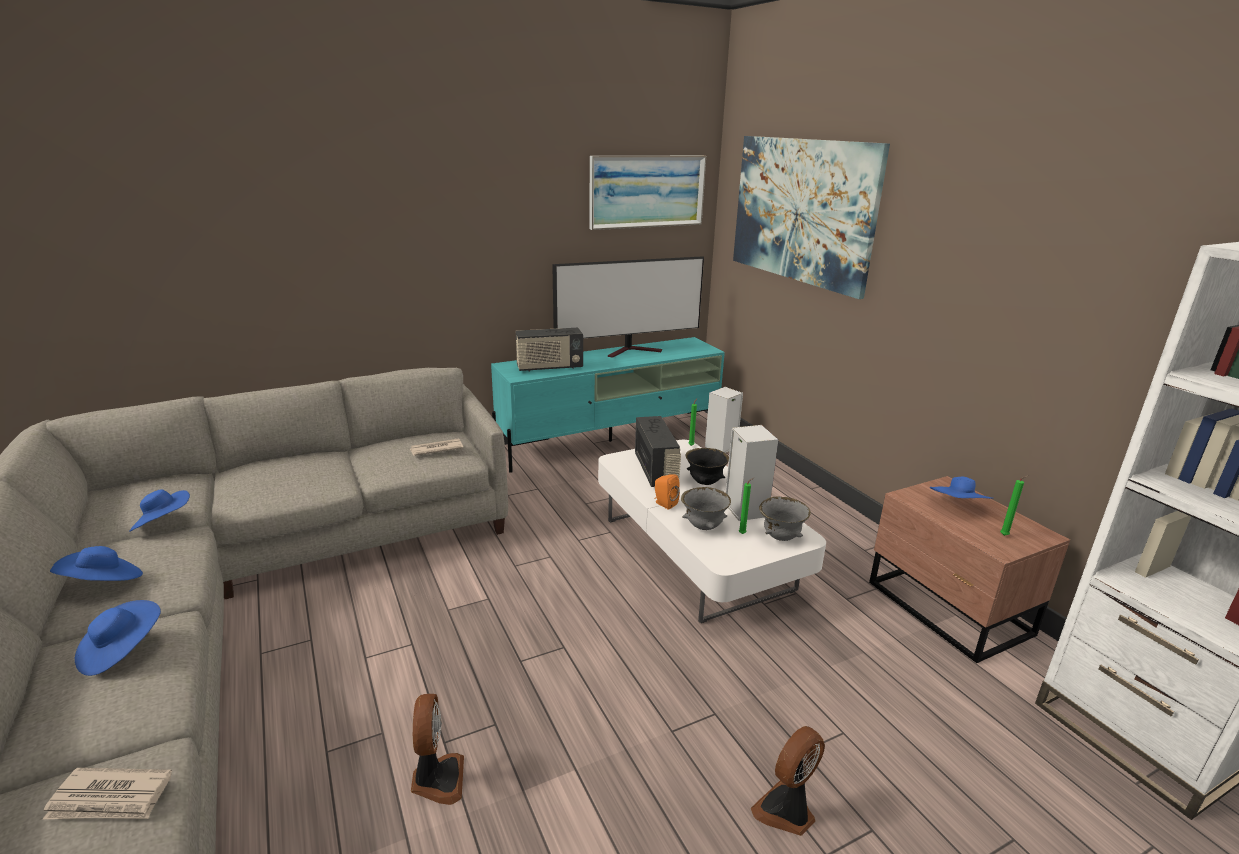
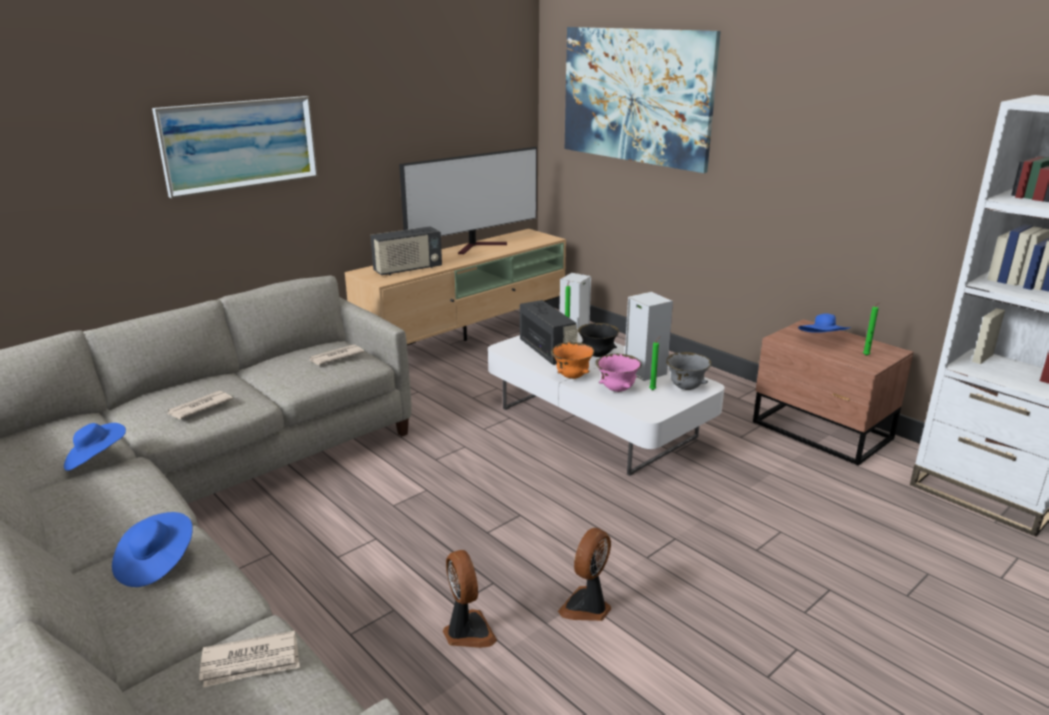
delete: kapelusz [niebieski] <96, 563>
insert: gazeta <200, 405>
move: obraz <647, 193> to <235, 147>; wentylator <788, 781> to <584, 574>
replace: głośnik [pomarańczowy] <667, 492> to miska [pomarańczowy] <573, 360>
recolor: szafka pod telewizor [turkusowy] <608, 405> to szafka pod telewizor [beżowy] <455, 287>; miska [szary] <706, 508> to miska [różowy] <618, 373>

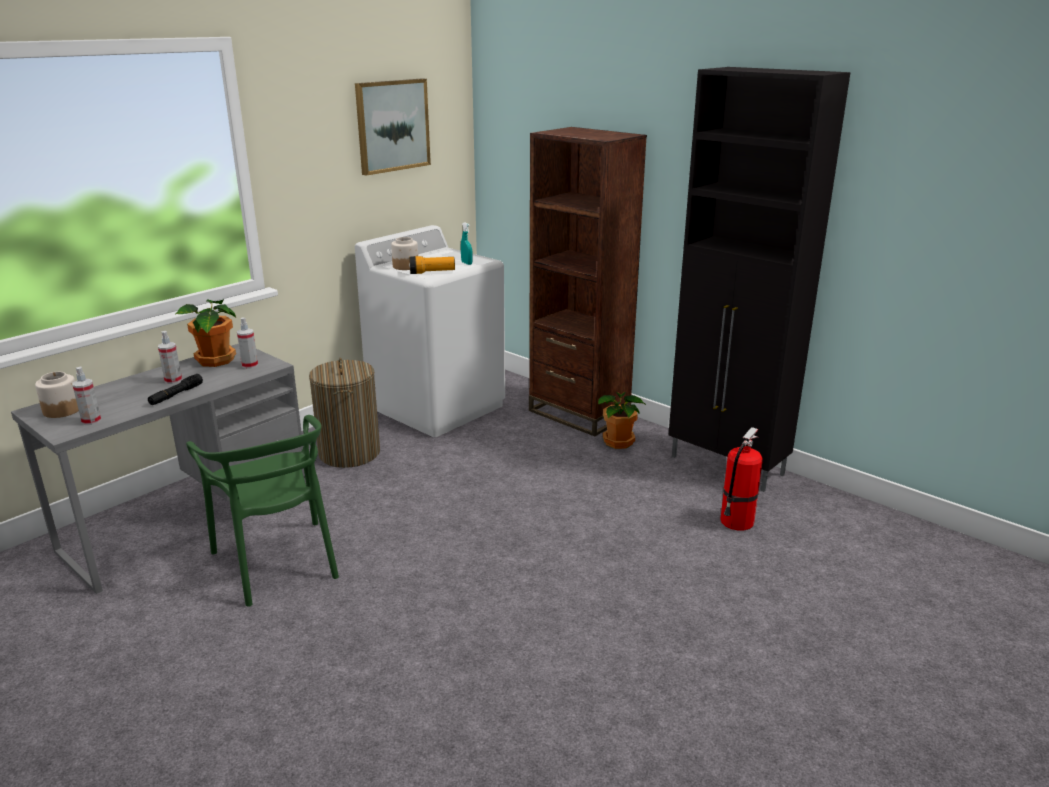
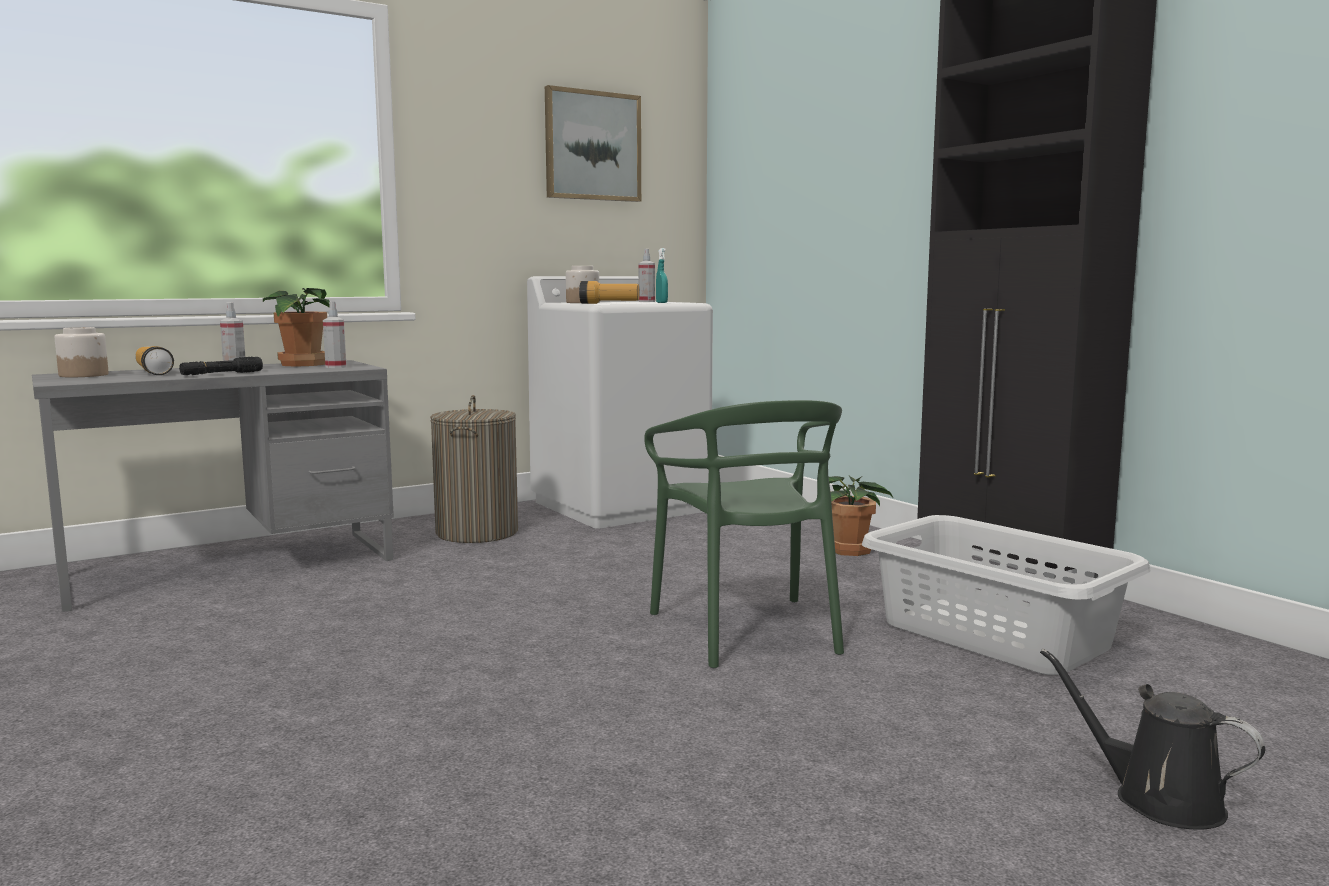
delete: regał [brązowy] <588, 282>
insert: latarka <155, 360>; konewka [czarny] <1152, 739>
move: spryskiwacz <86, 395> to <647, 275>; krzesło [zielony] <262, 511> to <744, 534>
replace: gaśnica <741, 478> to kosz na pranie [szary] <1006, 595>

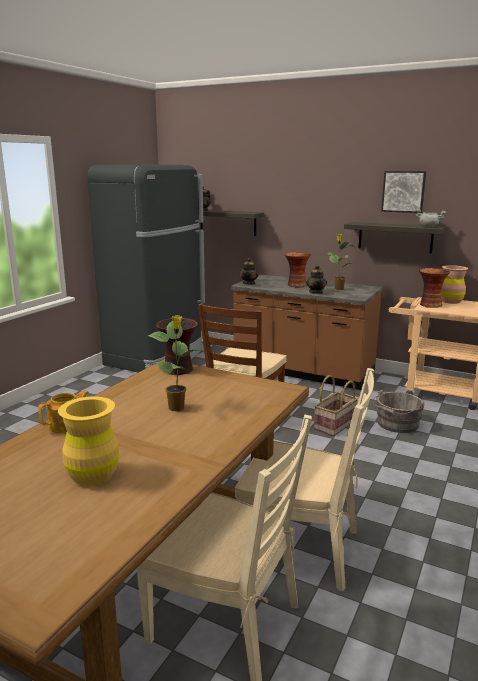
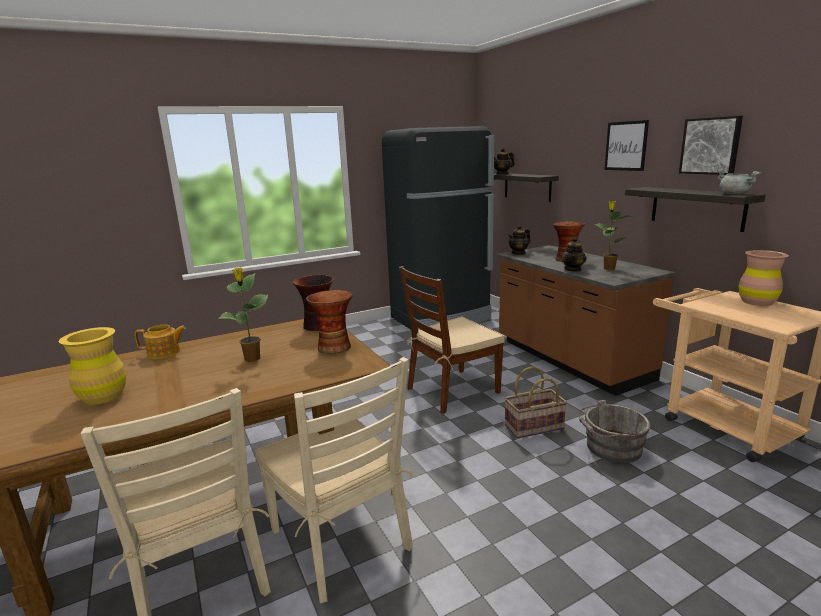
insert: obraz <626, 145>
move: wazon <434, 288> to <329, 322>

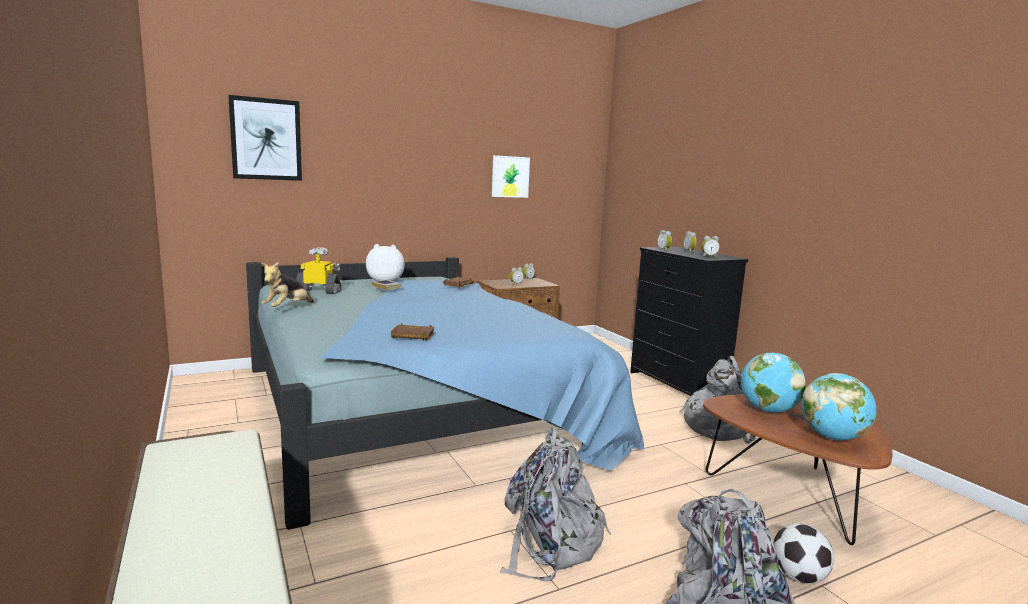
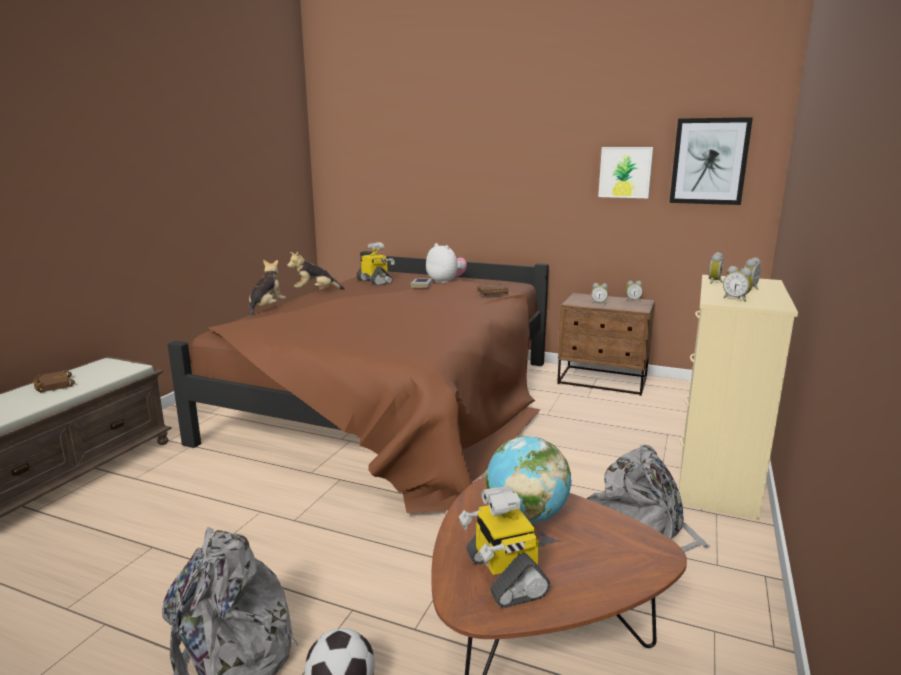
delete: plecak [szary] <555, 504>
insert: pluszak <267, 288>
move: obraz <265, 138> to <711, 161>; książka [brązowy] <413, 332> to <54, 381>
replace: globus <839, 407> to robot zabawkowy <504, 547>
recolor: łóżko [niebieski] <445, 393> to łóżko [brązowy] <358, 382>; komoda [czarny] <689, 321> to komoda [beżowy] <738, 397>

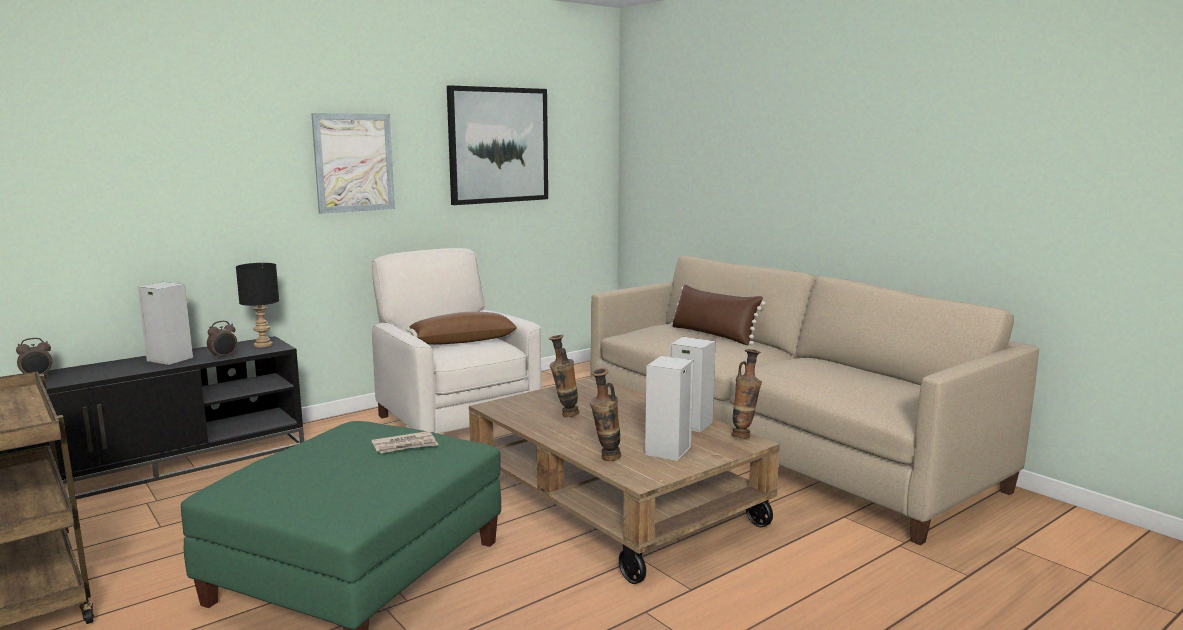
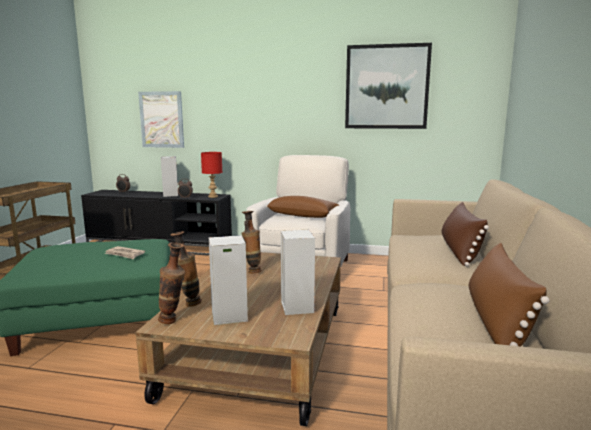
insert: poduszka [brązowy] <509, 294>
move: obraz <353, 163> to <161, 119>; wazon <746, 393> to <171, 283>
recolor: lampa stołowa [czarny] <257, 305> to lampa stołowa [czerwony] <211, 175>

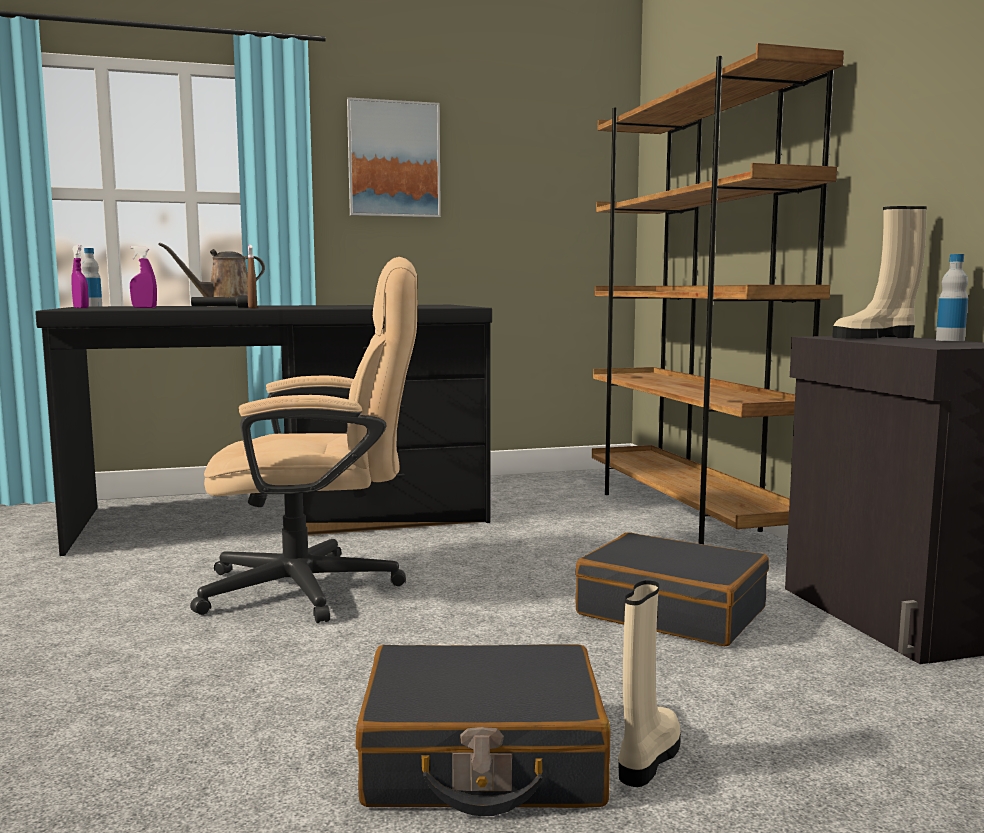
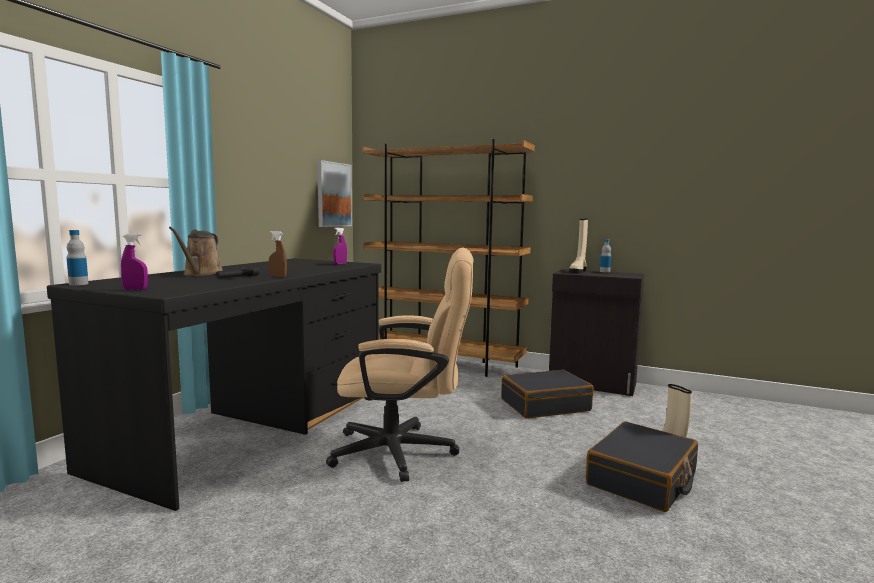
move: spryskiwacz [fioletowy] <143, 277> to <340, 246>; obraz <394, 157> to <334, 193>
rotate: krzesło biurowe [beżowy] <303, 440> = <399, 365> 60 degrees clockwise

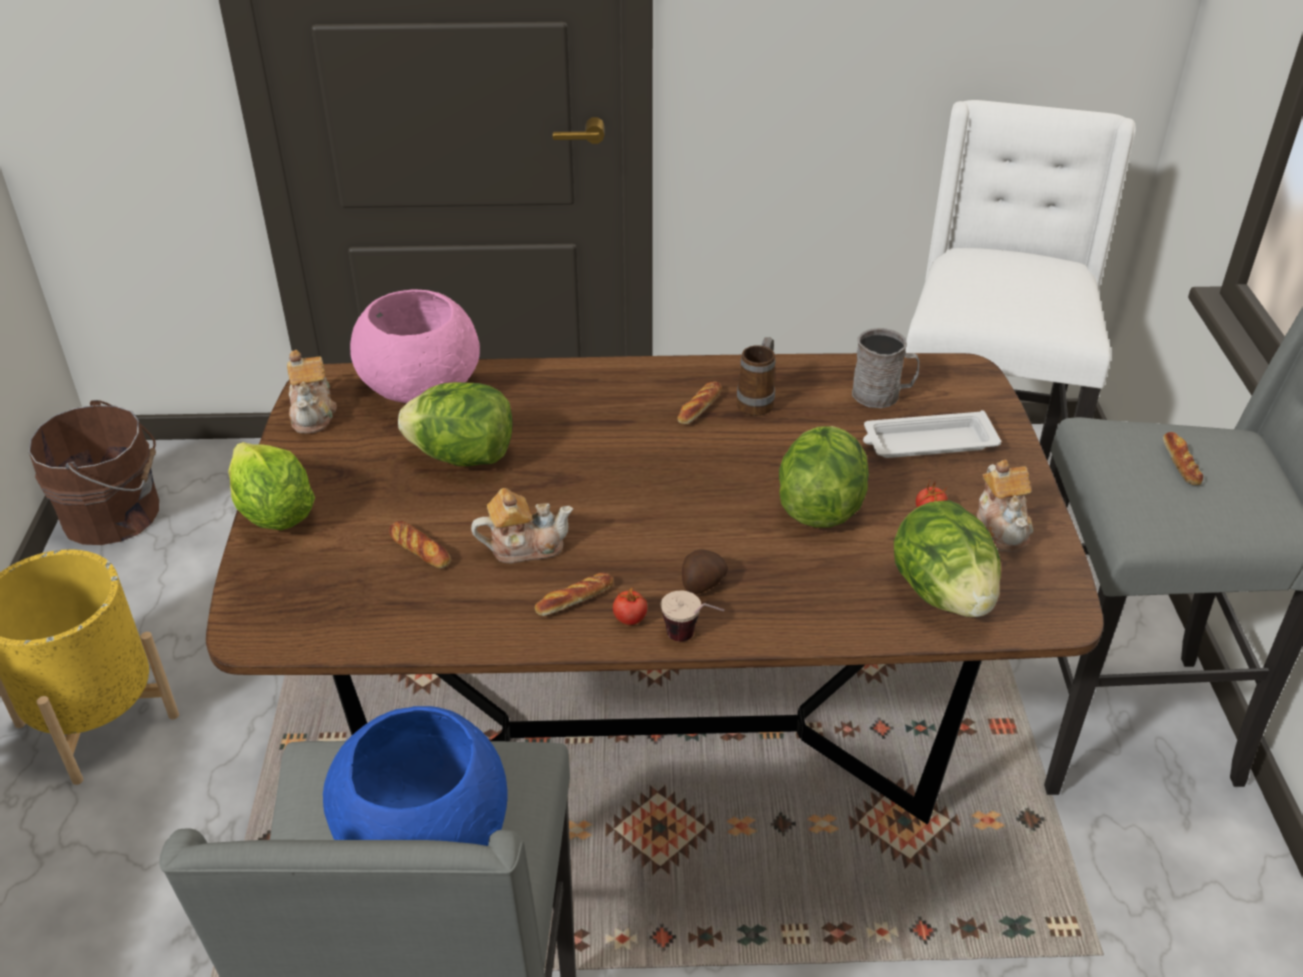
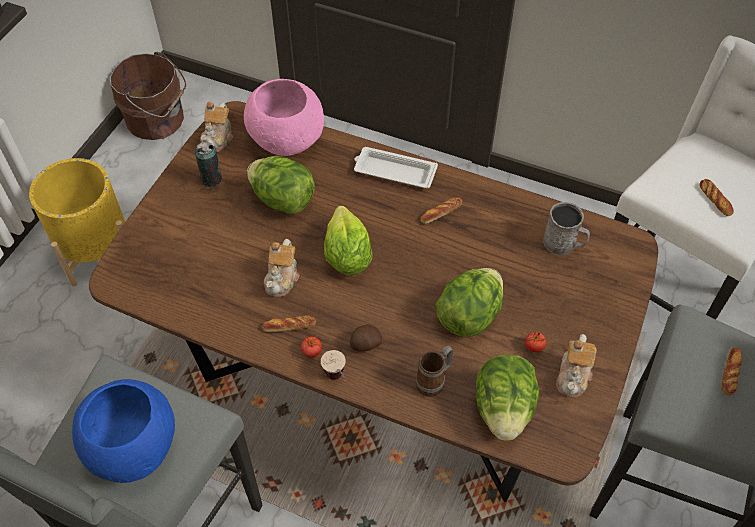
insert: puszka <208, 164>
move: sałata <271, 486> to <348, 240>; chleb <420, 545> to <717, 197>; kubek <756, 376> to <435, 371>; taca [biały] <932, 434> to <396, 168>
rotate: imbryk <522, 525> = <282, 268> 90 degrees clockwise

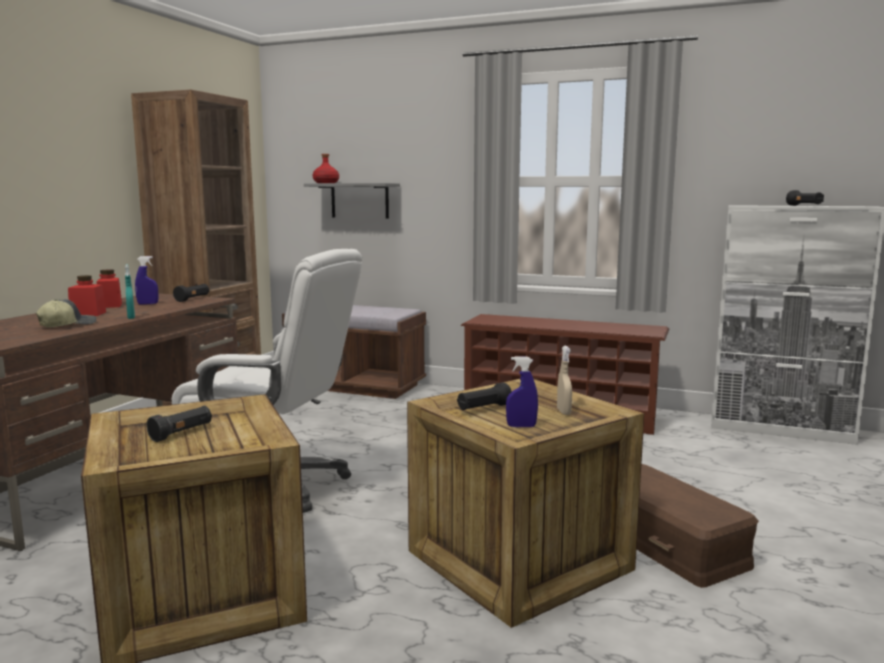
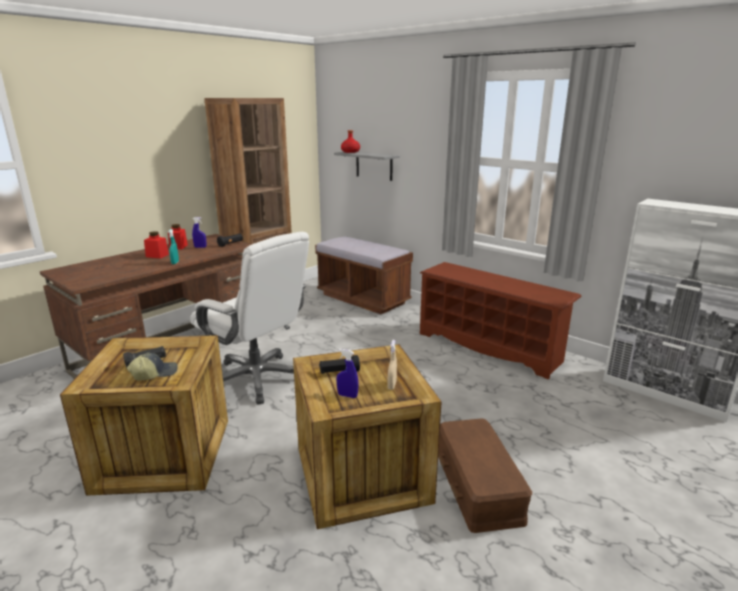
delete: latarka [czarny] <805, 198>
move: czapka z daszkiem <66, 313> to <152, 366>

